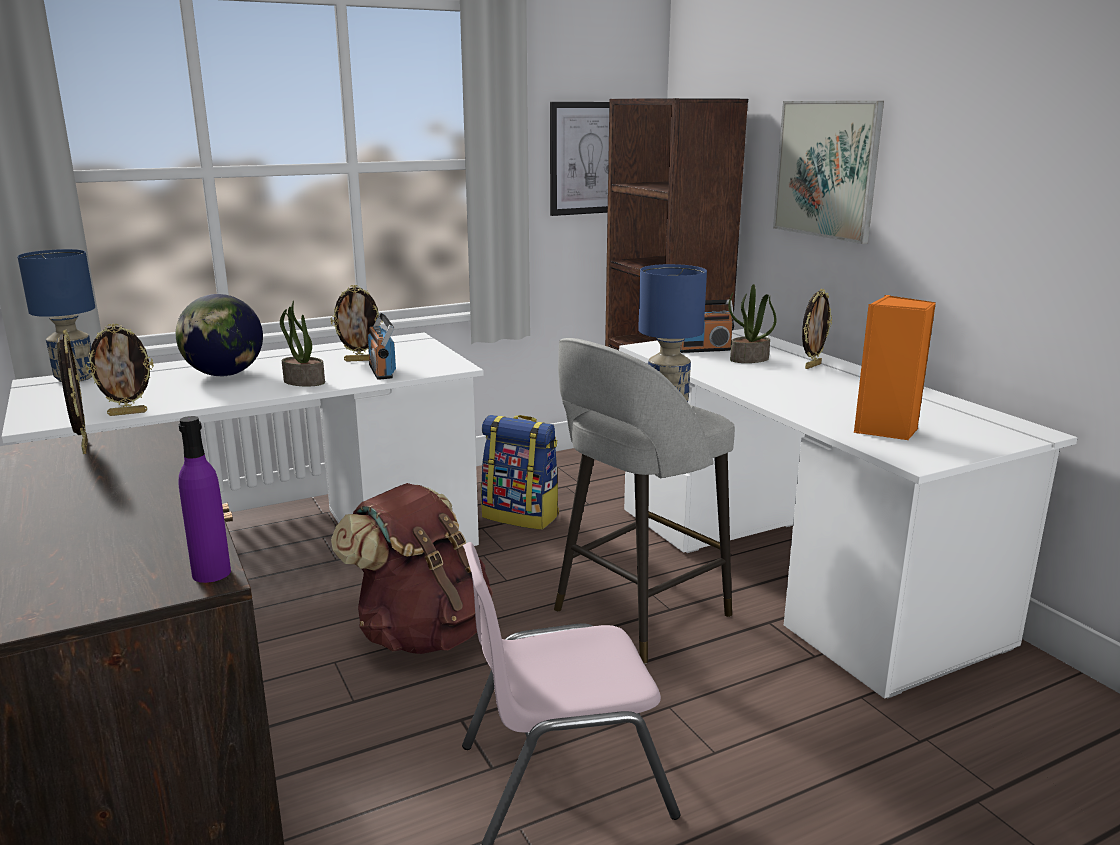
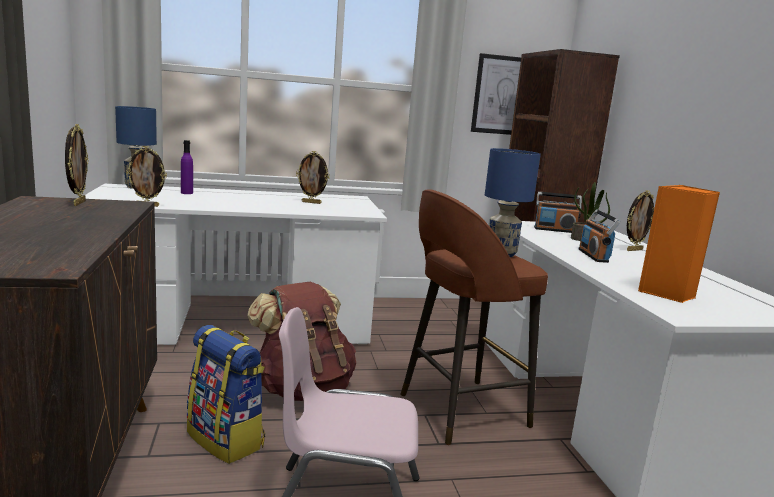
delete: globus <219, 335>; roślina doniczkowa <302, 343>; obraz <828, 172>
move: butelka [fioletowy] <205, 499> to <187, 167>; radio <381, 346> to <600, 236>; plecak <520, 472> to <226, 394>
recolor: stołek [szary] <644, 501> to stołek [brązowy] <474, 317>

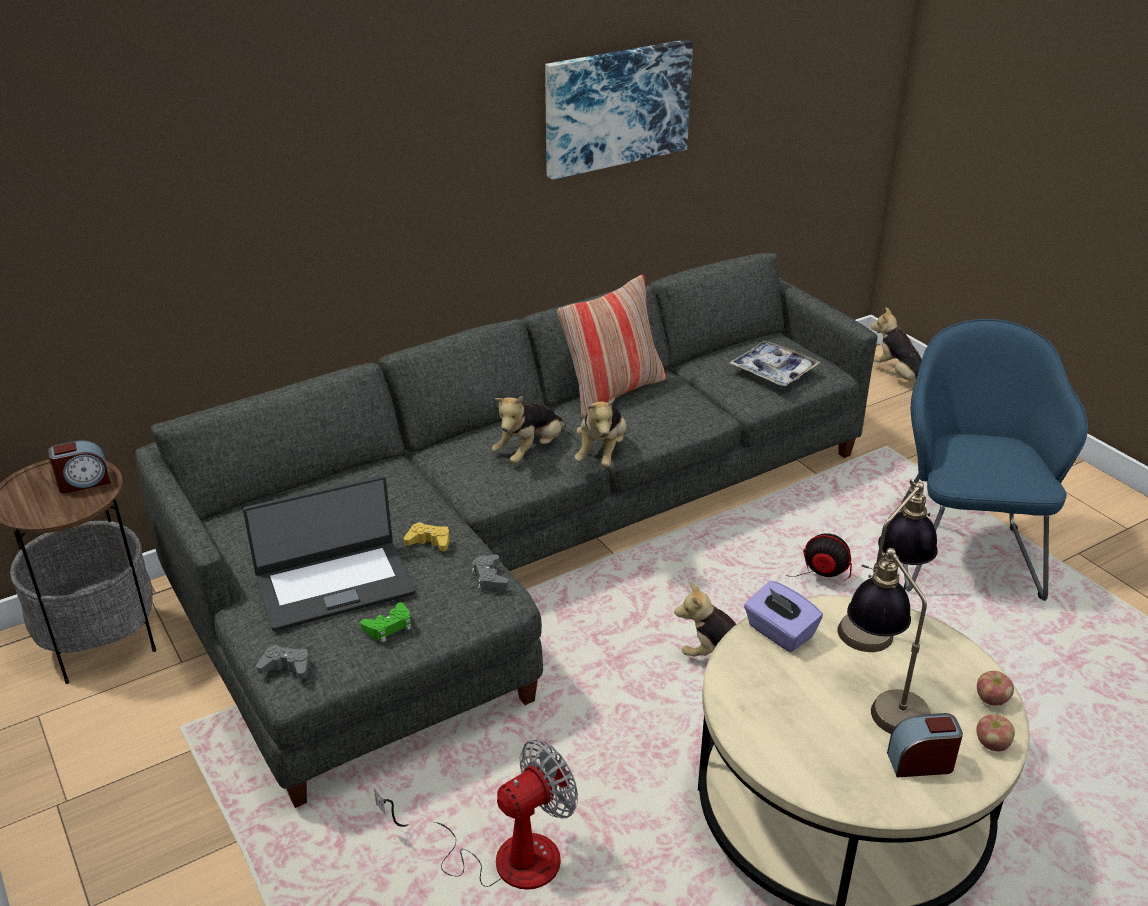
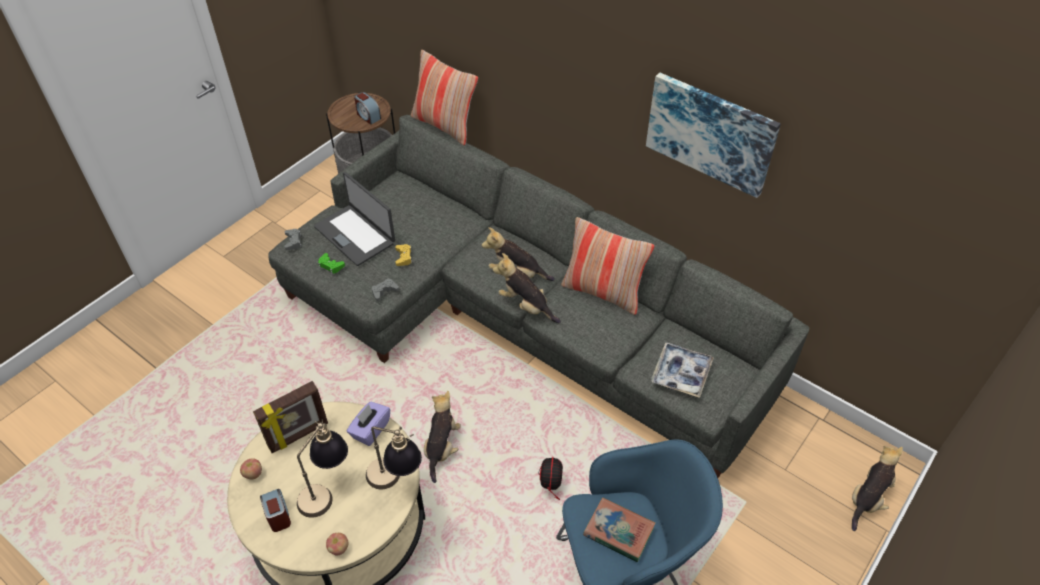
delete: wentylator <476, 814>
insert: ramka na zdjęcie <290, 417>; poduszka <444, 97>; książka <619, 529>
move: jabłko <995, 733> to <251, 468>
rotate: pluszak <600, 432> = <527, 288> 45 degrees clockwise

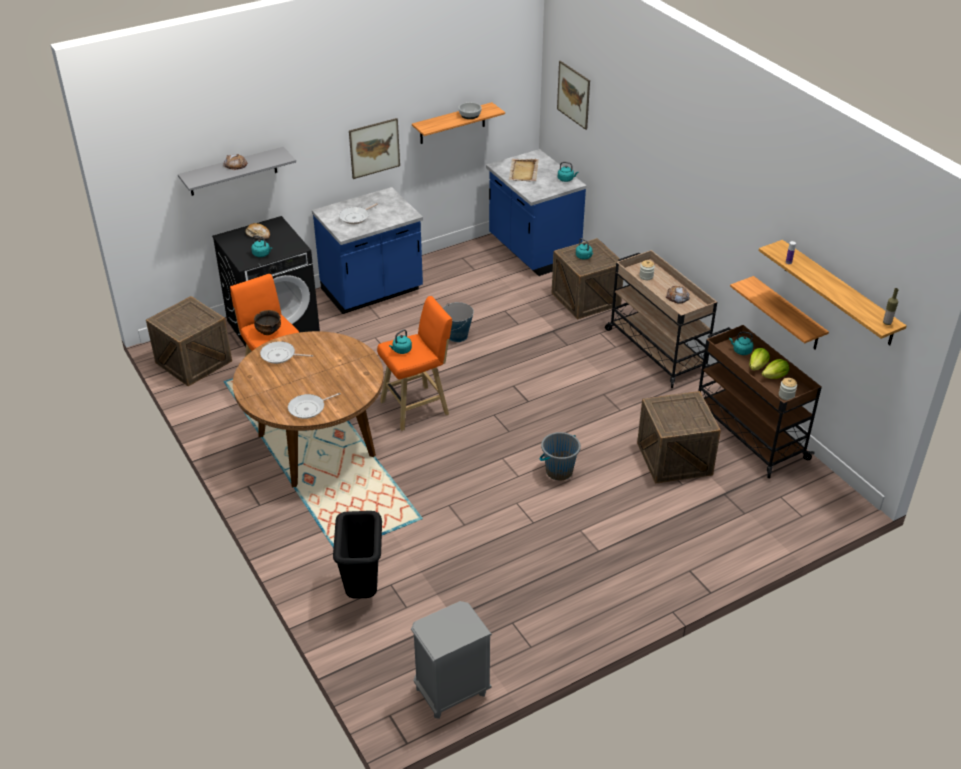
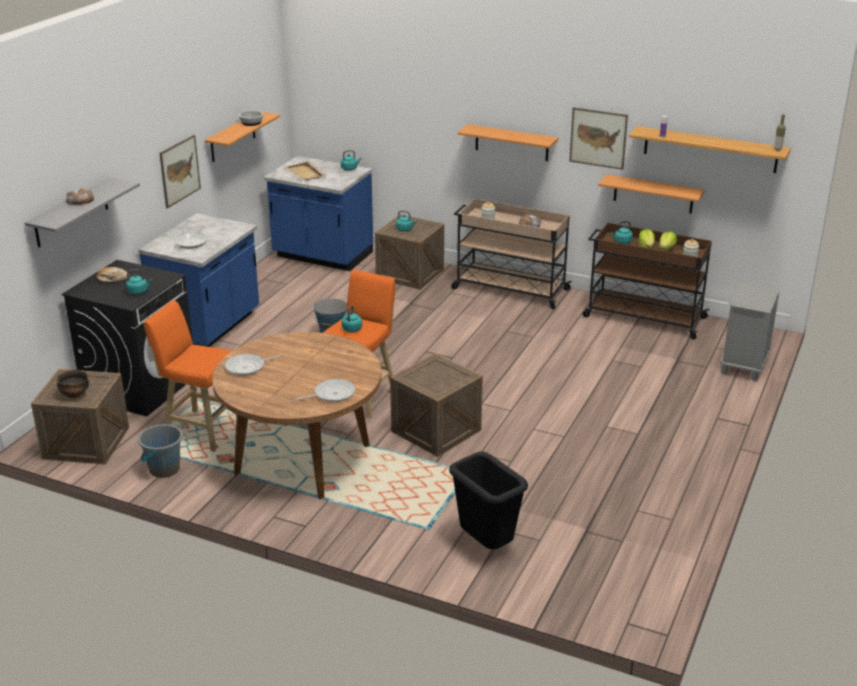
insert: półka <507, 142>
move: miska <267, 322> to <72, 383>; szafka nocna [szary] <451, 660> to <750, 332>; wiadro [szary] <560, 456> to <160, 451>; obraz <573, 95> to <598, 138>; skrzynka <679, 437> to <436, 405>
rotate: patelnia <314, 406> = <324, 390> 135 degrees counterclockwise

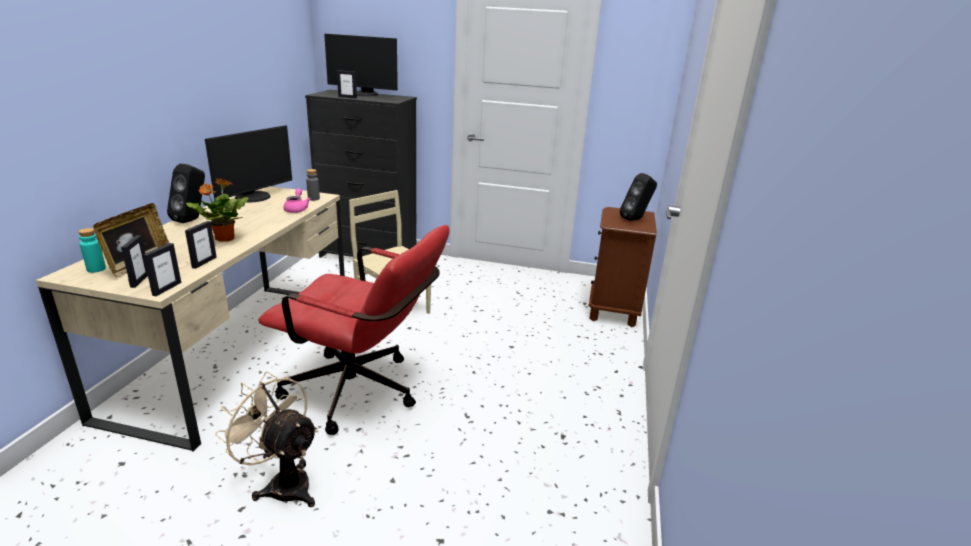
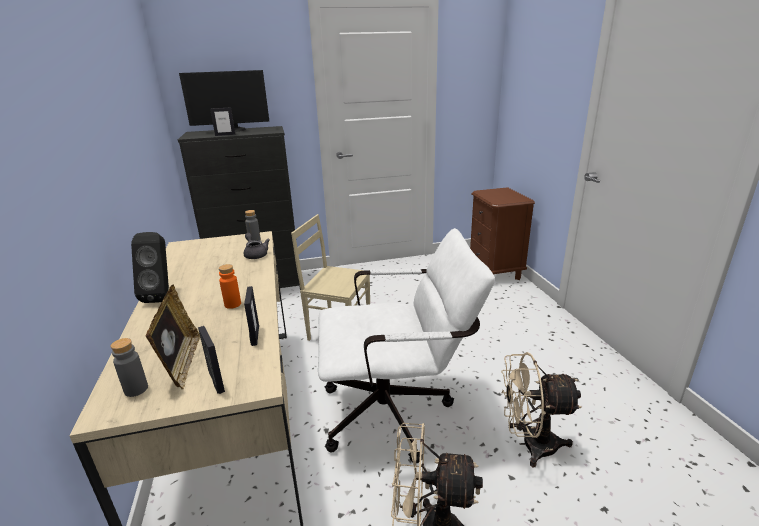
delete: ramka na zdjęcie <162, 269>; monitor <248, 164>; głośnik [czarny] <638, 197>
insert: wentylator [beżowy] <541, 409>
replace: roślina doniczkowa <217, 210> to butelka [pomarańczowy] <230, 286>
recolor: butelka [turkusowy] <92, 250> to butelka [szary] <129, 367>; krzesło biurowe [czerwony] <354, 330> to krzesło biurowe [biały] <406, 345>; imbryk [różowy] <297, 200> to imbryk [szary] <257, 246>

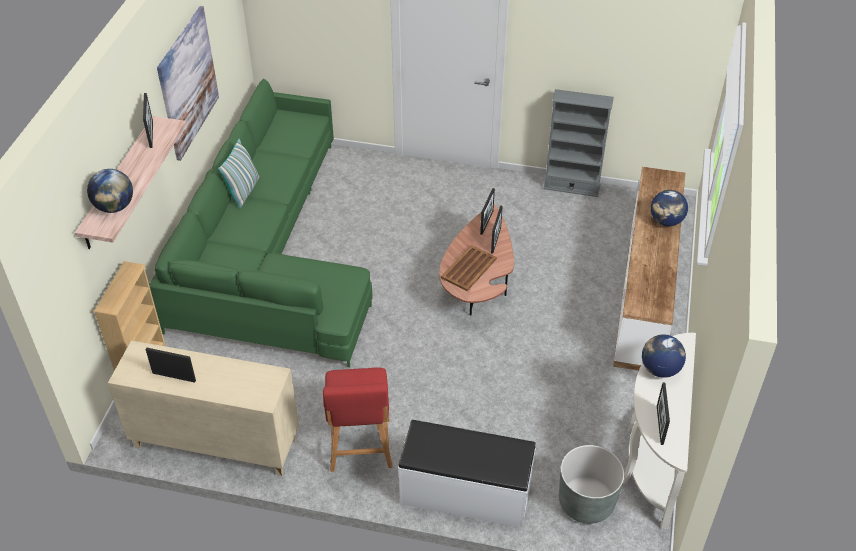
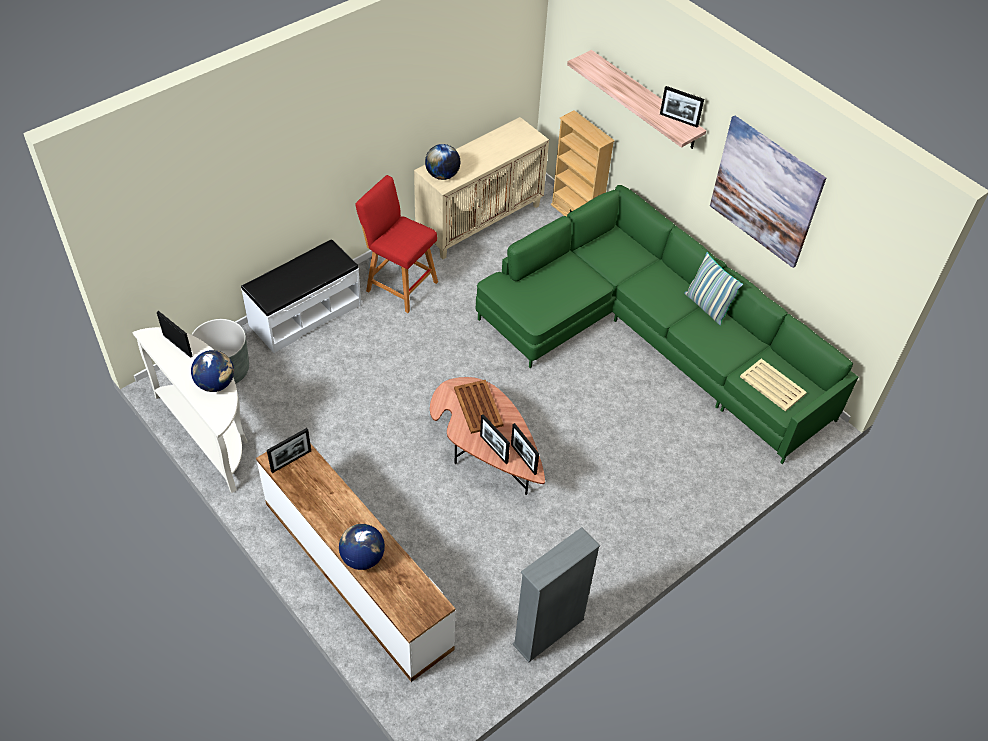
insert: taca [beżowy] <773, 385>
move: globus <110, 191> to <442, 162>; ramka na zdjęcie <171, 365> to <289, 450>

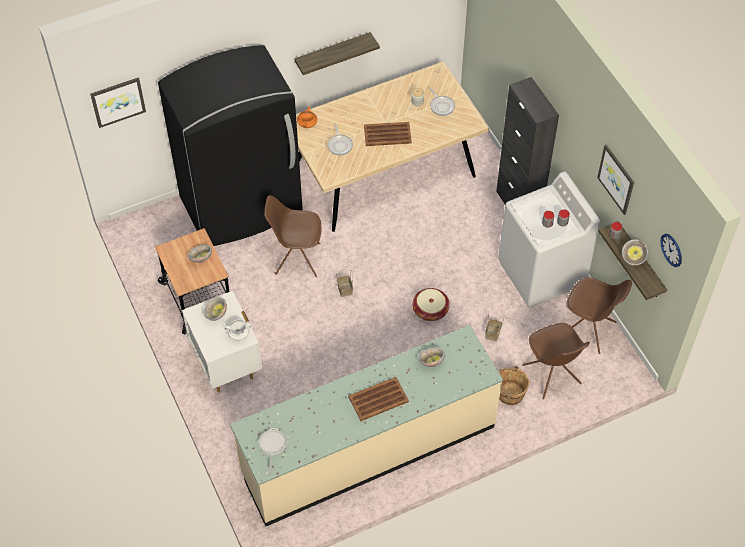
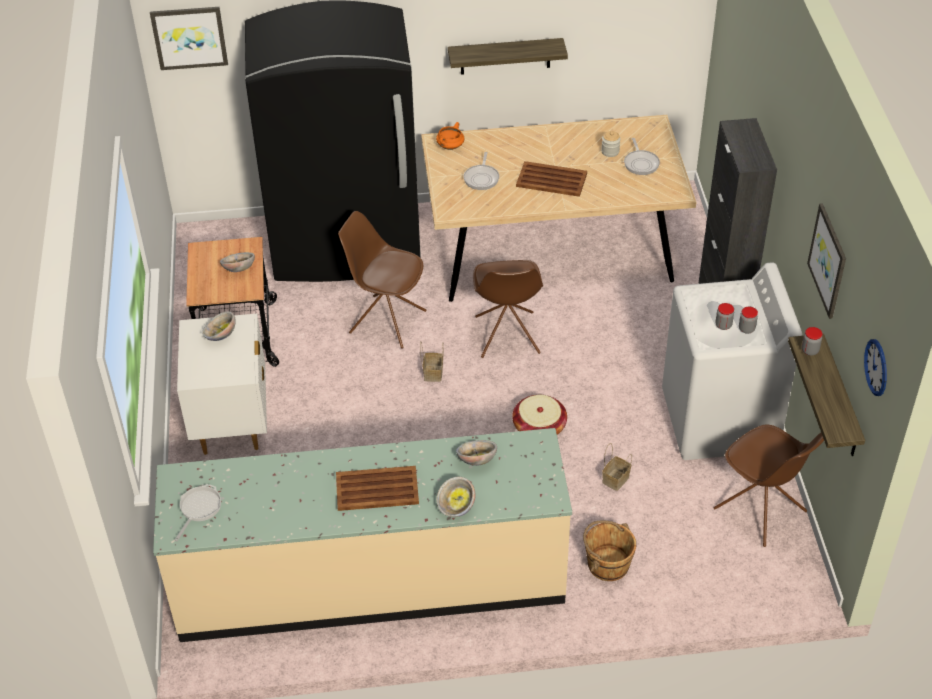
delete: garnek [biały] <237, 330>
move: krzesło [brązowy] <556, 361> to <508, 309>; miska <635, 252> to <456, 497>

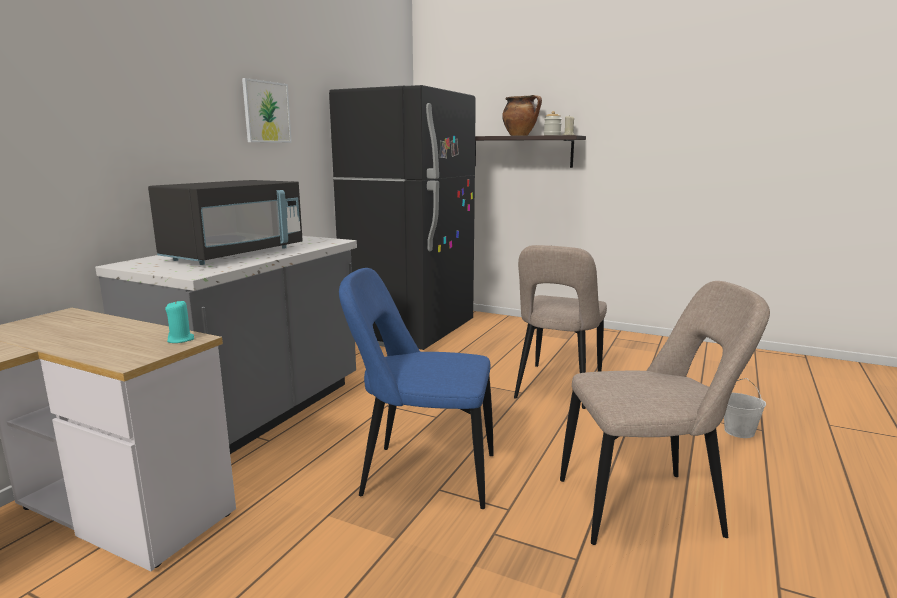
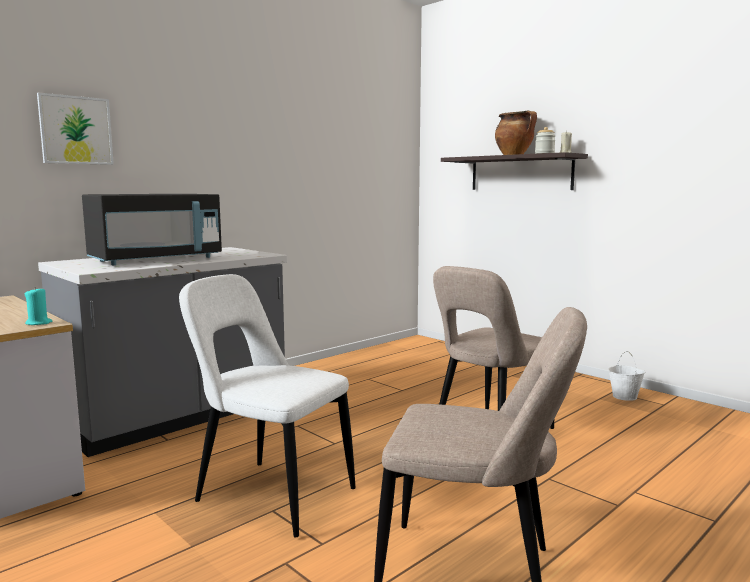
delete: lodówka [czarny] <402, 217>
move: obraz <267, 110> to <75, 129>; wiadro [biały] <745, 408> to <626, 376>
recolor: krzesło [niebieski] <416, 388> to krzesło [biały] <267, 405>

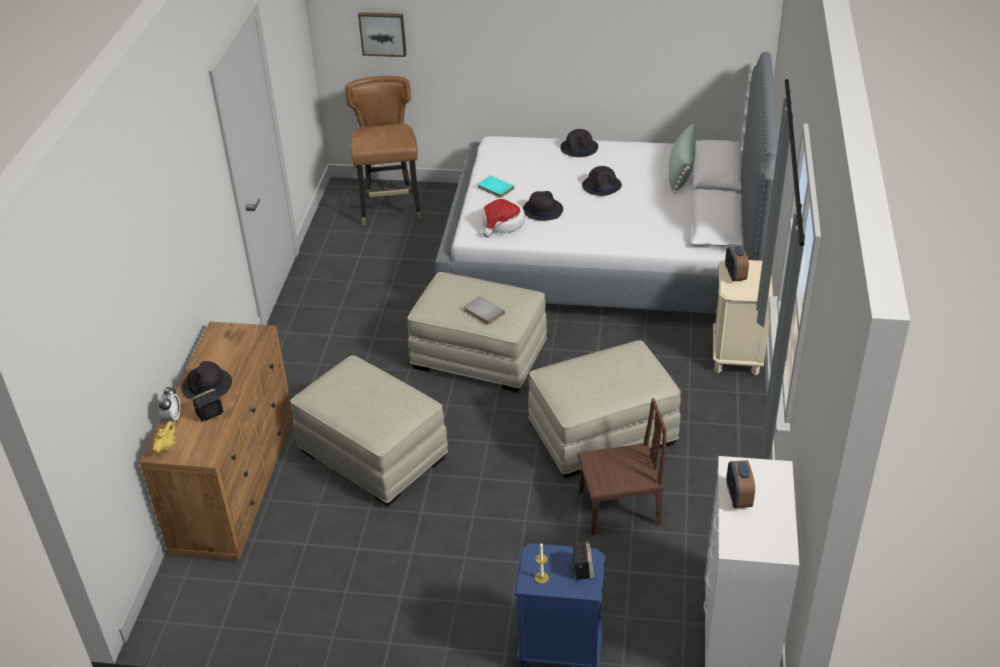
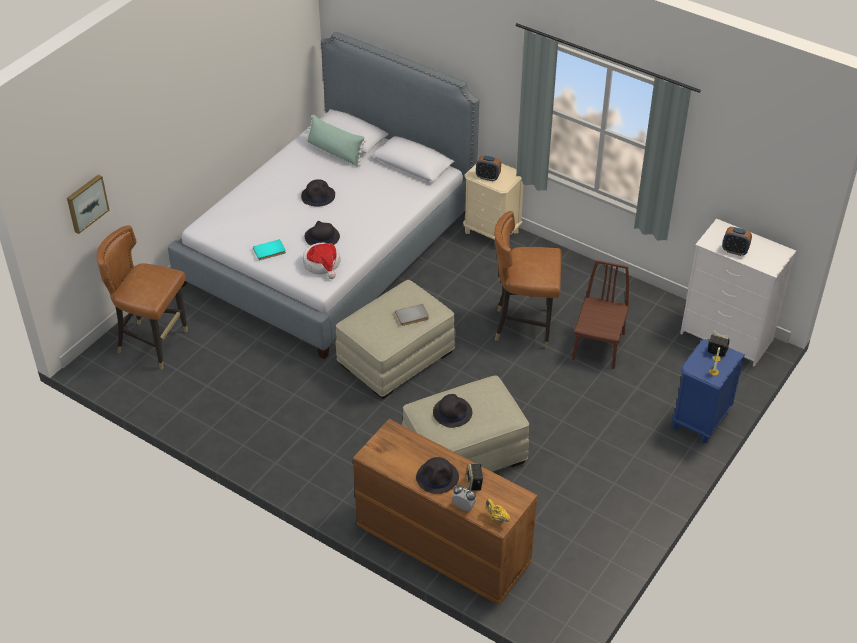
move: kapelusz [czarny] <579, 143> to <452, 411>
replace: pufa [beżowy] <604, 409> to krzesło [brązowy] <527, 279>

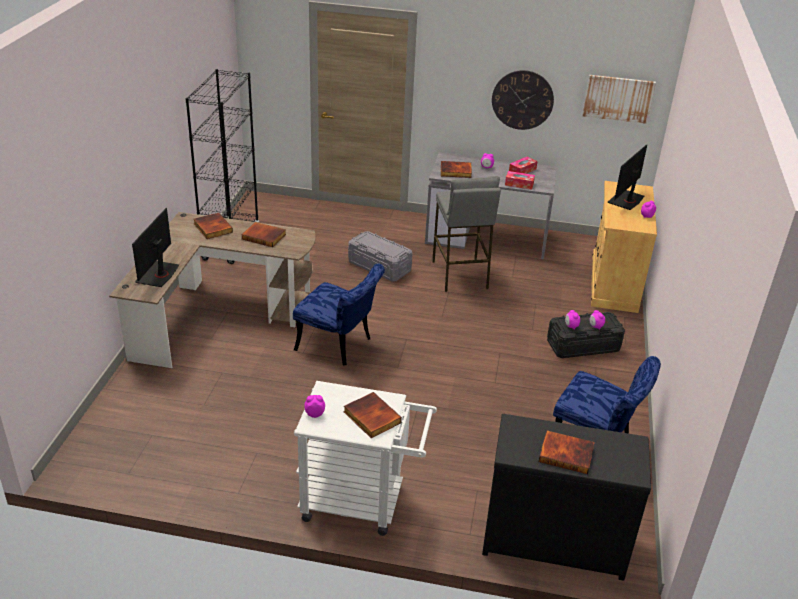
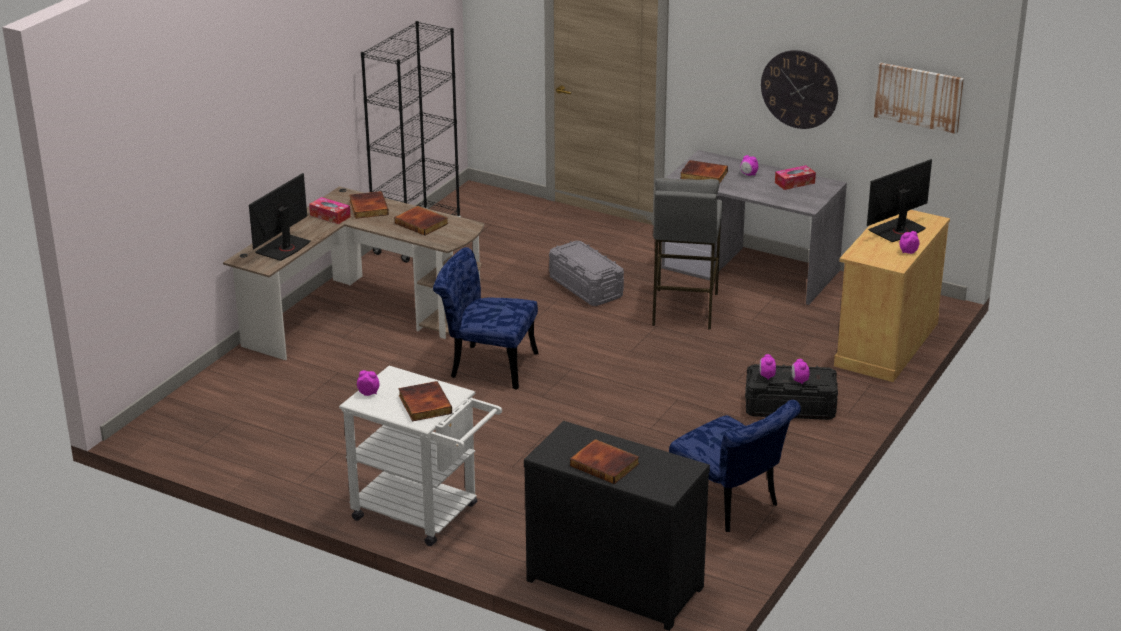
move: pudełko chusteczek <520, 180> to <330, 210>
rotate: krzesło [niebieski] <339, 314> = <486, 318> 150 degrees clockwise

